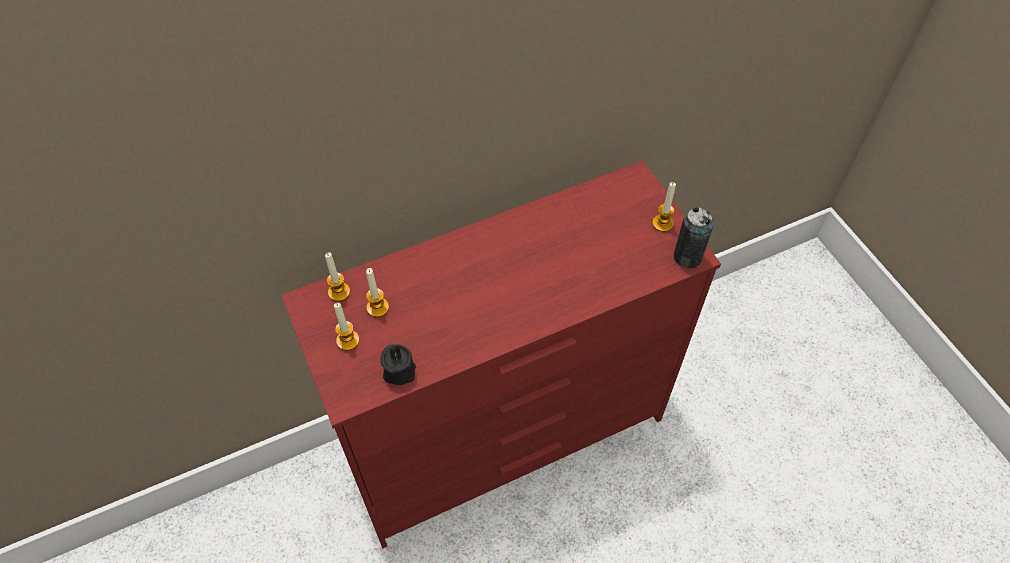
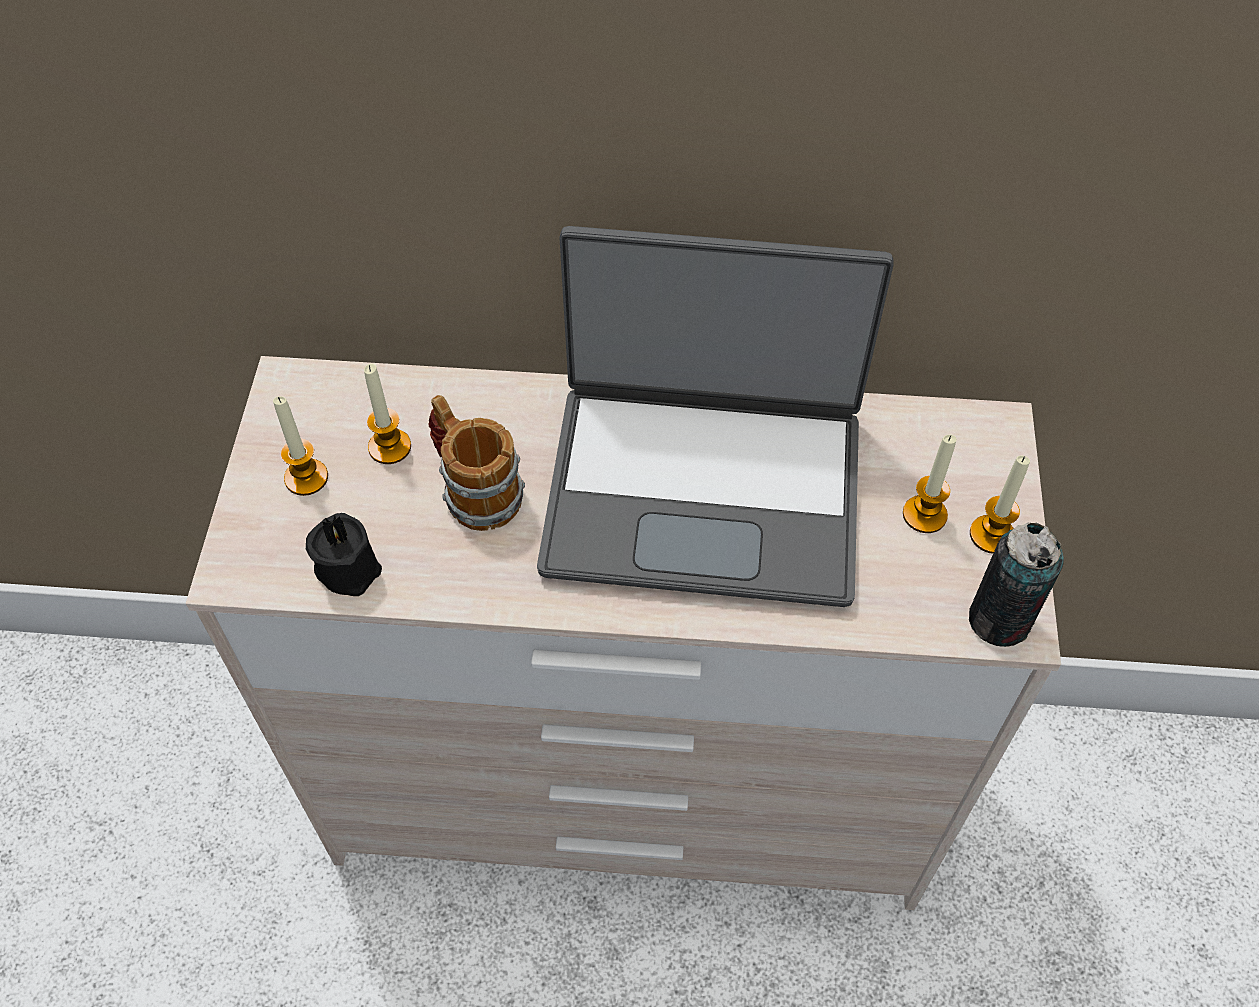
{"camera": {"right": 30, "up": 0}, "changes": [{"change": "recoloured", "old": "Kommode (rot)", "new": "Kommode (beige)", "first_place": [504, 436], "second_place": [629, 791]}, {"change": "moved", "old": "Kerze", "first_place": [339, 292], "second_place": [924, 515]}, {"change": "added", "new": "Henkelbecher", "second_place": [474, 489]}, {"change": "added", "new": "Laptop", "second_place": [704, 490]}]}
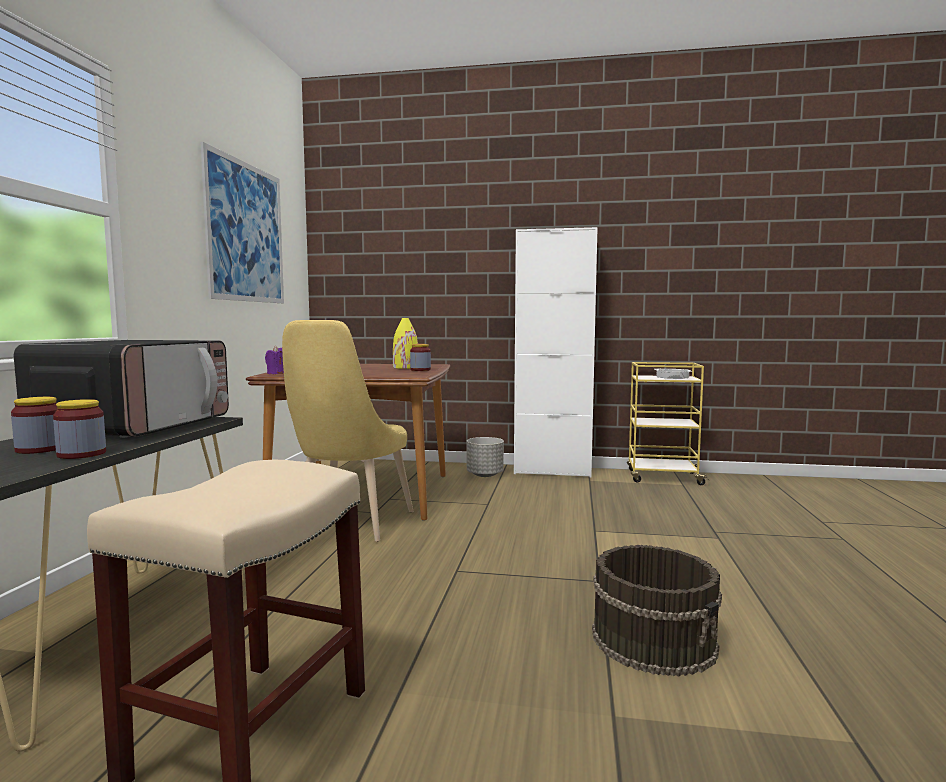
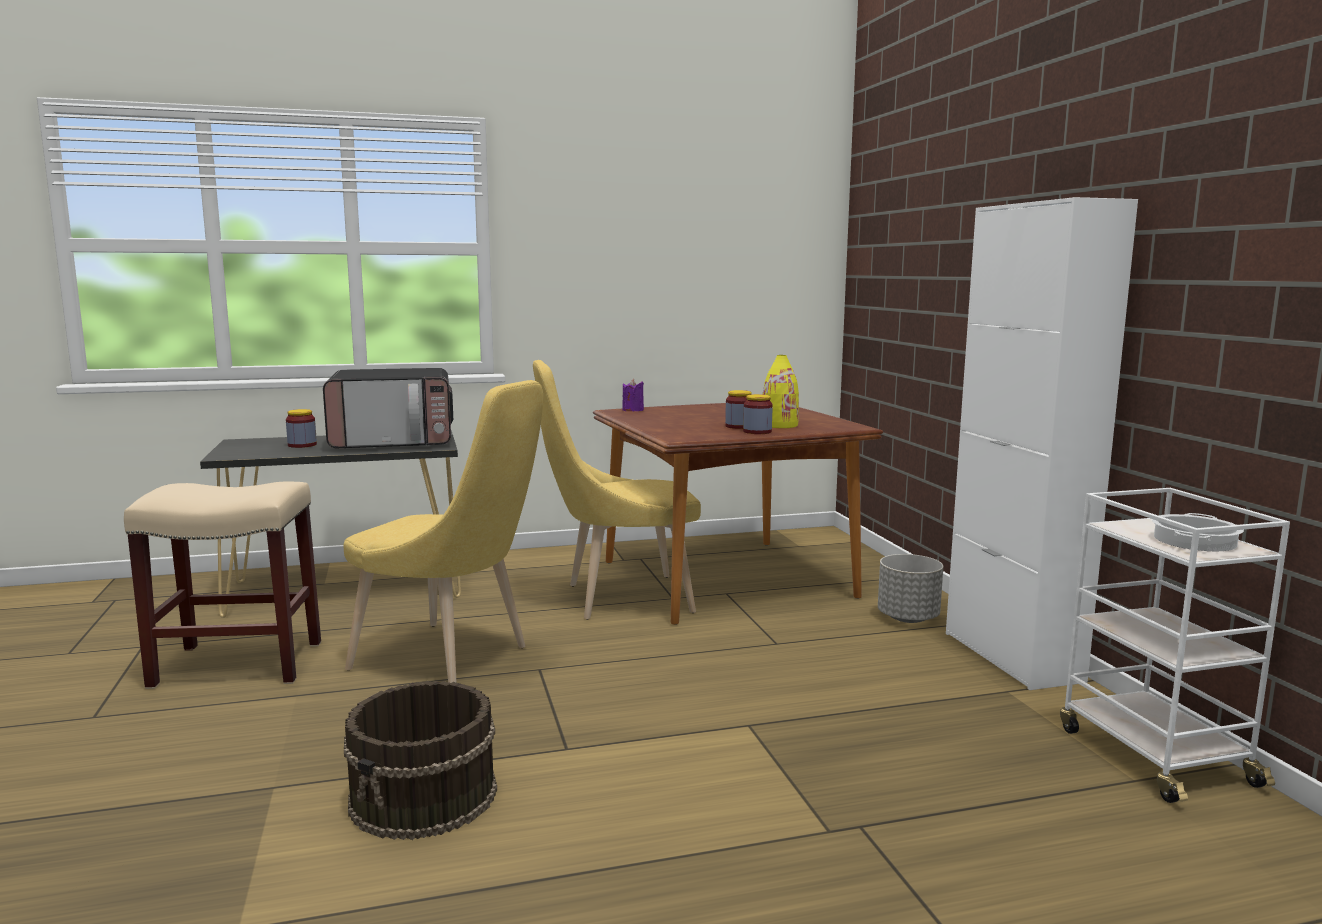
{"camera": {"right": 65, "up": 5}, "changes": [{"change": "moved", "old": "Vorratsglas", "first_place": [81, 454], "second_place": [739, 426]}, {"change": "removed", "old": "Bild", "first_place": [246, 232]}, {"change": "recoloured", "old": "Rollwagen (gelb)", "new": "Rollwagen (weiß)", "first_place": [662, 477], "second_place": [1153, 755]}, {"change": "added", "new": "Stuhl (gelb)", "second_place": [450, 660]}]}
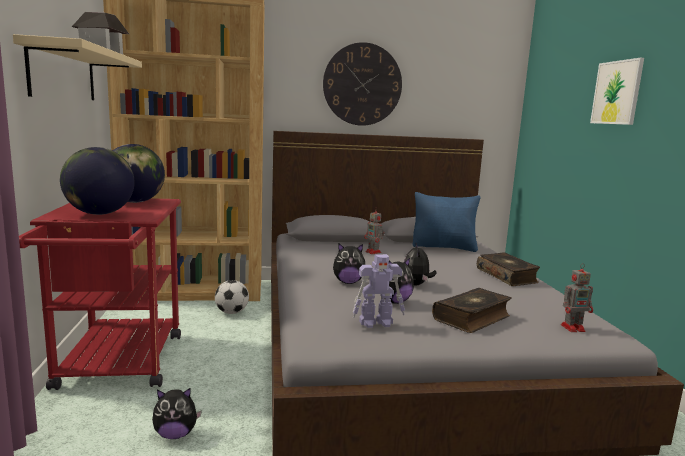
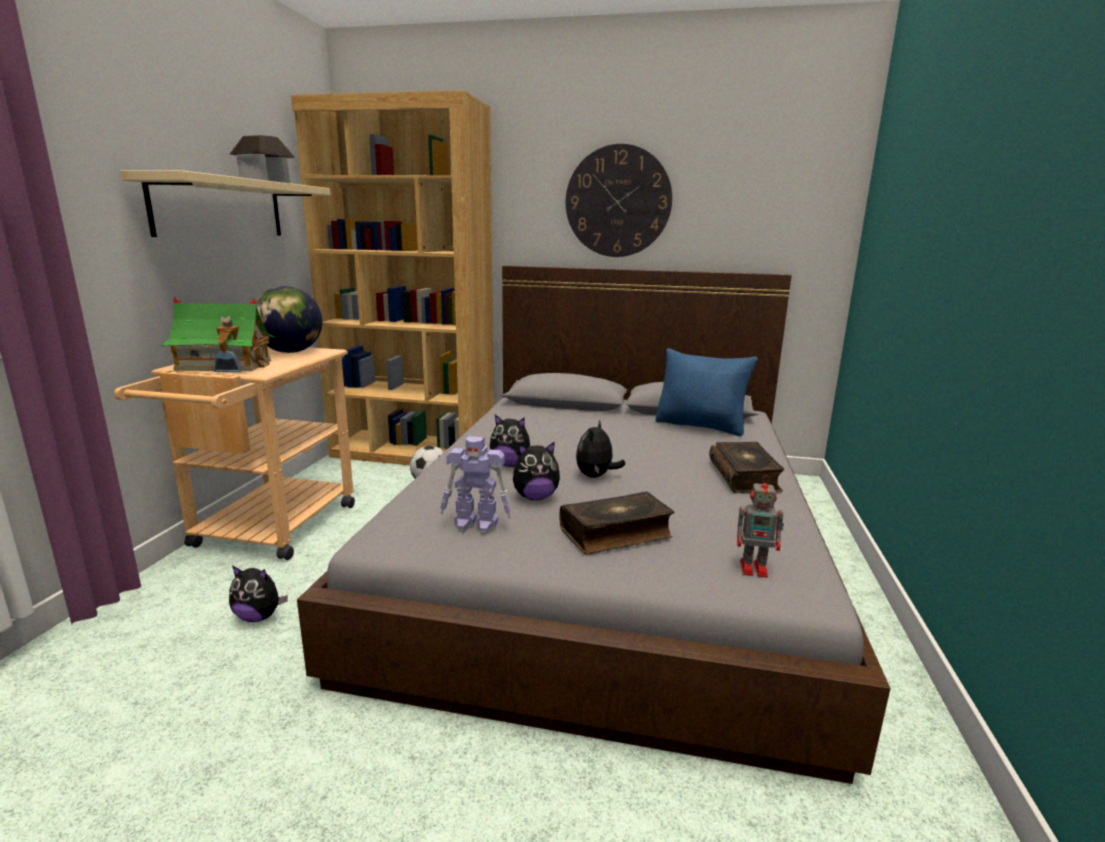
{"camera": {"right": 20, "up": 5}, "changes": [{"change": "recoloured", "old": "Rollwagen (rot)", "new": "Rollwagen (beige)", "first_place": [118, 367], "second_place": [268, 531]}, {"change": "replaced", "old": "Globus", "new": "Spielzeughaus", "first_place": [99, 213], "second_place": [225, 365]}, {"change": "removed", "old": "Spielzeugroboter", "first_place": [373, 252]}, {"change": "removed", "old": "Bild", "first_place": [617, 92]}]}
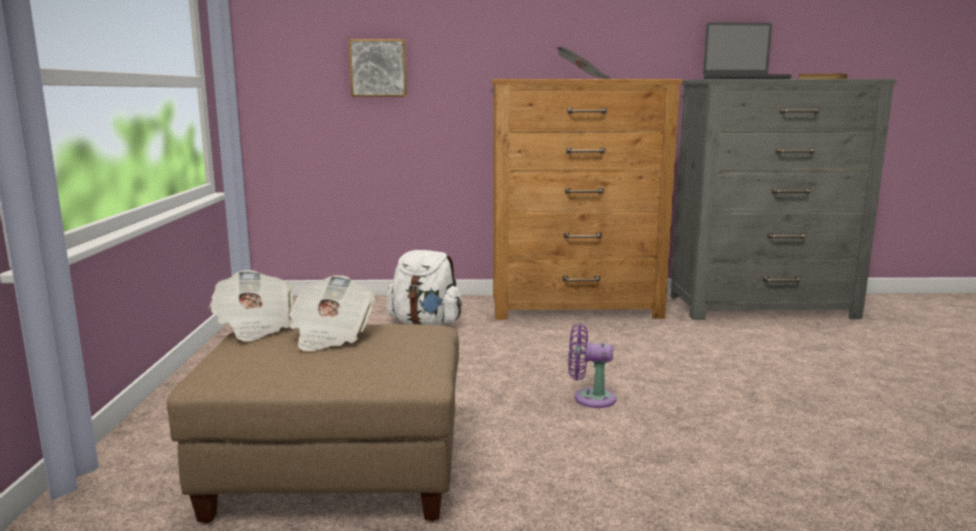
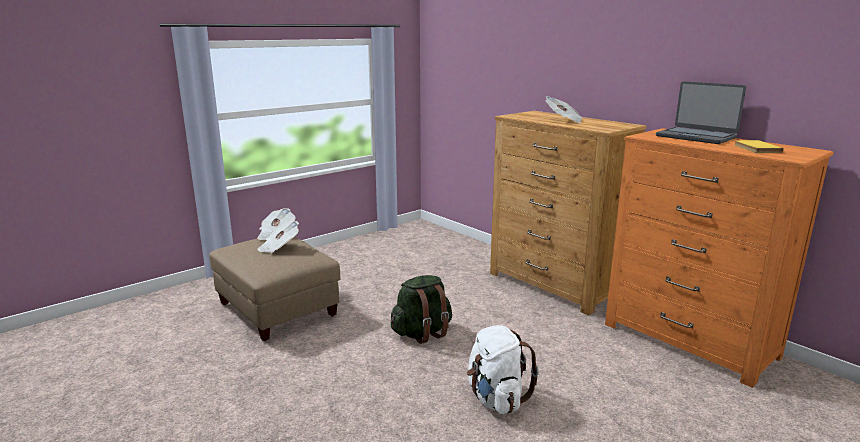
{"camera": {"right": 50, "up": 5}, "changes": [{"change": "removed", "old": "Bild", "first_place": [378, 68]}, {"change": "moved", "old": "Rucksack (weiß)", "first_place": [426, 324], "second_place": [496, 398]}, {"change": "replaced", "old": "Ventilator (lila)", "new": "Rucksack (grün)", "first_place": [589, 398], "second_place": [422, 333]}, {"change": "recoloured", "old": "Kommode (grau)", "new": "Kommode (orange)", "first_place": [762, 307], "second_place": [689, 341]}]}
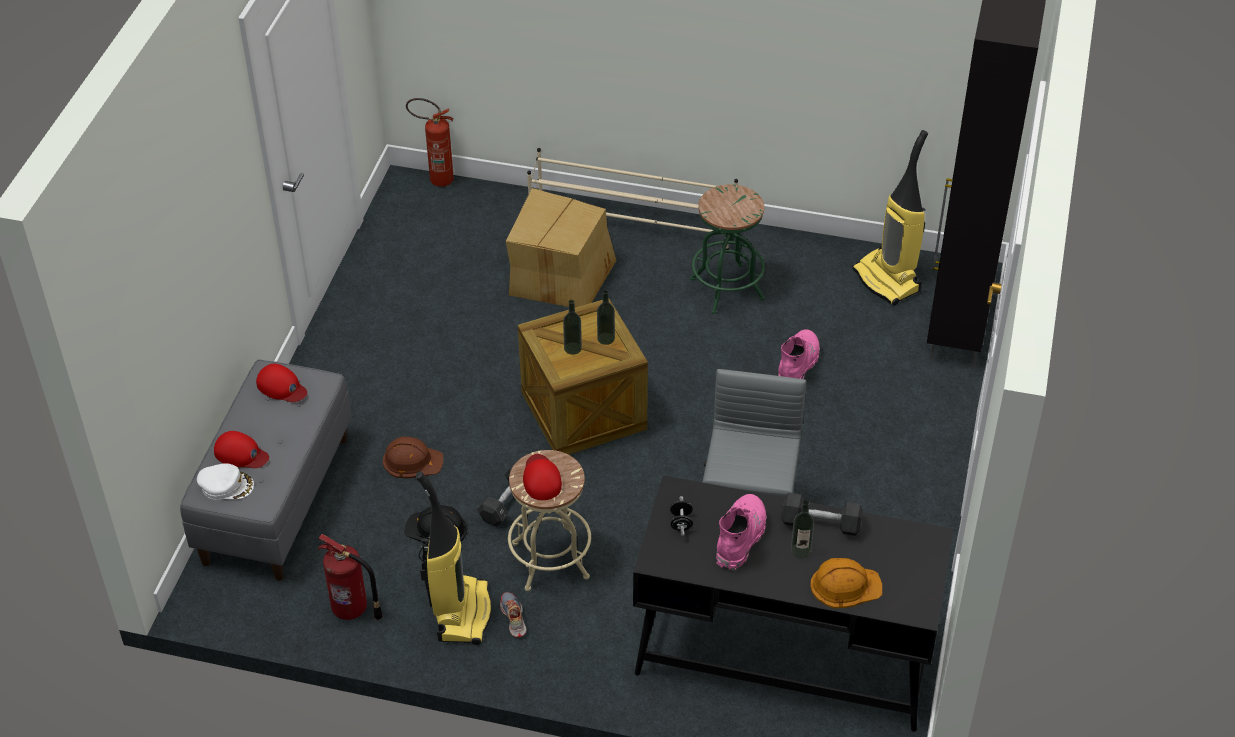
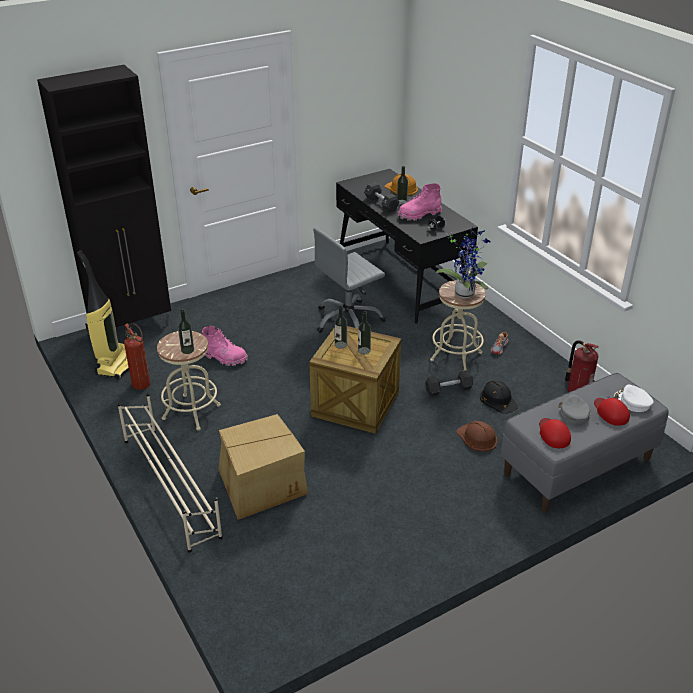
{"camera": {"right": -135, "up": -10}, "changes": [{"change": "moved", "old": "Feuerlöscher", "first_place": [435, 179], "second_place": [143, 387]}, {"change": "removed", "old": "Staubsauger", "first_place": [461, 612]}, {"change": "replaced", "old": "Kappe (rot)", "new": "Topfpflanze", "first_place": [541, 478], "second_place": [465, 292]}, {"change": "recoloured", "old": "Hocker (grün)", "new": "Hocker (beige)", "first_place": [727, 289], "second_place": [191, 412]}, {"change": "turned", "old": "Stiefel (rosa)", "first_place": [798, 365], "second_place": [224, 358], "degrees": -135}, {"change": "added", "new": "Flasche", "second_place": [187, 350]}, {"change": "added", "new": "Kappe (grau)", "second_place": [573, 413]}]}
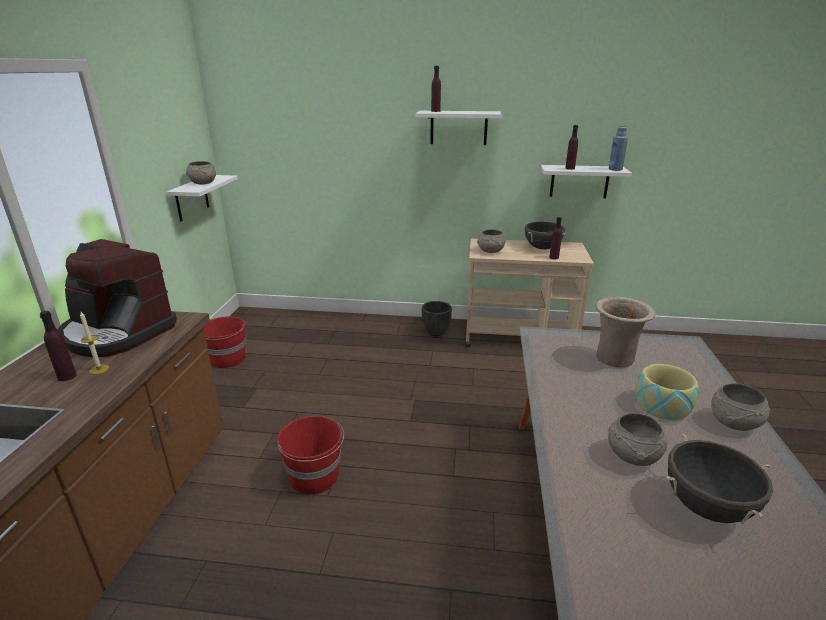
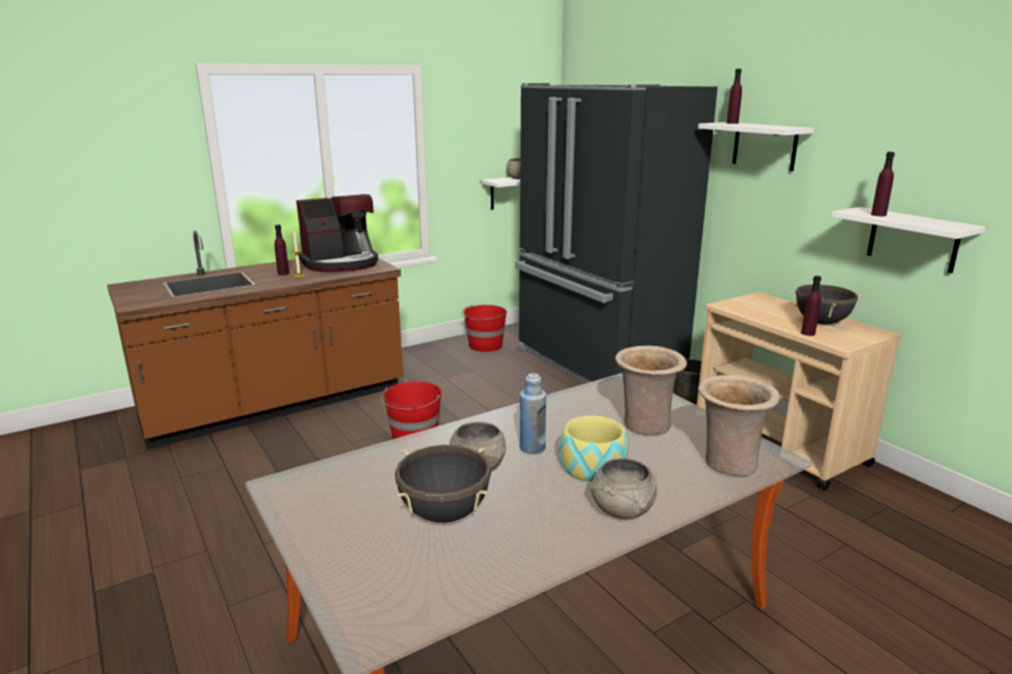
{"camera": {"right": 50, "up": -5}, "changes": [{"change": "turned", "old": "Kaffeemaschine", "first_place": [117, 333], "second_place": [341, 263], "degrees": -105}, {"change": "removed", "old": "Schüssel (grau)", "first_place": [491, 251]}, {"change": "moved", "old": "Flasche (blau)", "first_place": [615, 169], "second_place": [532, 448]}, {"change": "added", "new": "Kühlschrank (schwarz)", "second_place": [595, 363]}, {"change": "added", "new": "Vase (beige)", "second_place": [728, 464]}]}
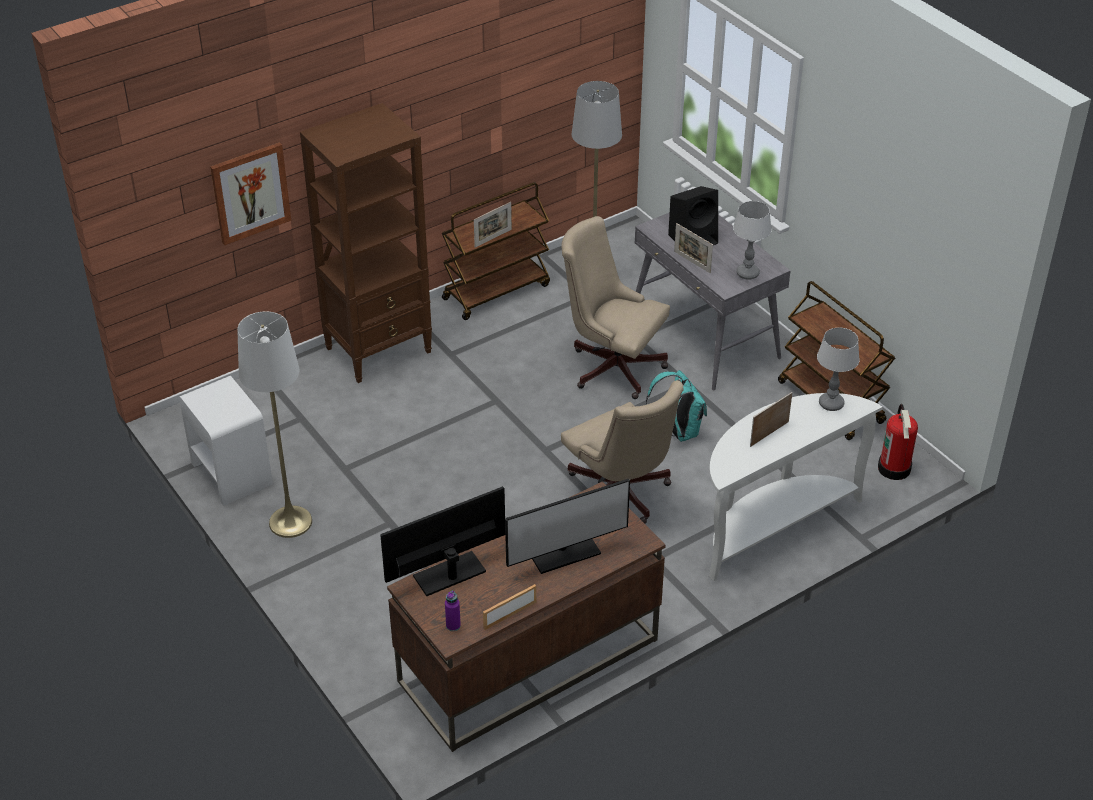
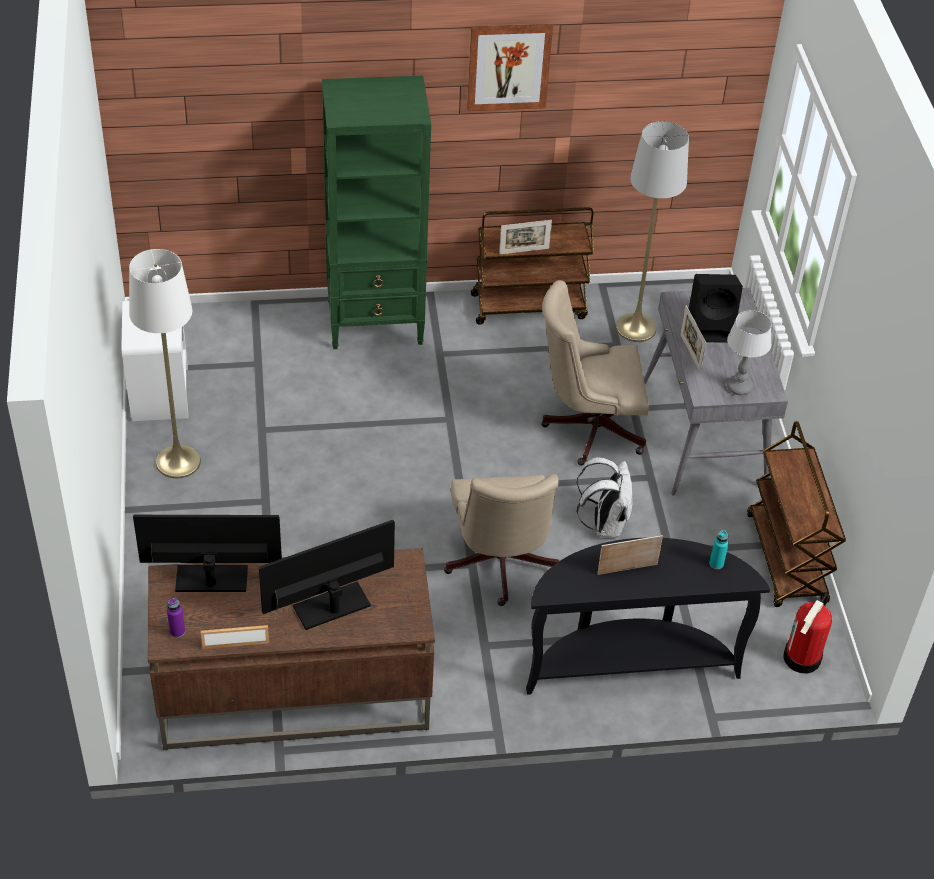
{"camera": {"right": 25, "up": 5}, "changes": [{"change": "moved", "old": "Bild", "first_place": [250, 193], "second_place": [508, 66]}, {"change": "recoloured", "old": "Bücherregal (braun)", "new": "Bücherregal (grün)", "first_place": [379, 350], "second_place": [376, 323]}, {"change": "turned", "old": "Monitor", "first_place": [564, 553], "second_place": [331, 606], "degrees": 150}, {"change": "turned", "old": "Bürostuhl (beige)", "first_place": [611, 365], "second_place": [588, 427], "degrees": -60}, {"change": "recoloured", "old": "Rucksack (türkis)", "new": "Rucksack (weiß)", "first_place": [678, 431], "second_place": [604, 524]}, {"change": "recoloured", "old": "Konsolentisch (weiß)", "new": "Konsolentisch (schwarz)", "first_place": [772, 525], "second_place": [629, 662]}, {"change": "replaced", "old": "Tischlampe", "new": "Flasche (türkis)", "first_place": [830, 404], "second_place": [716, 563]}]}
